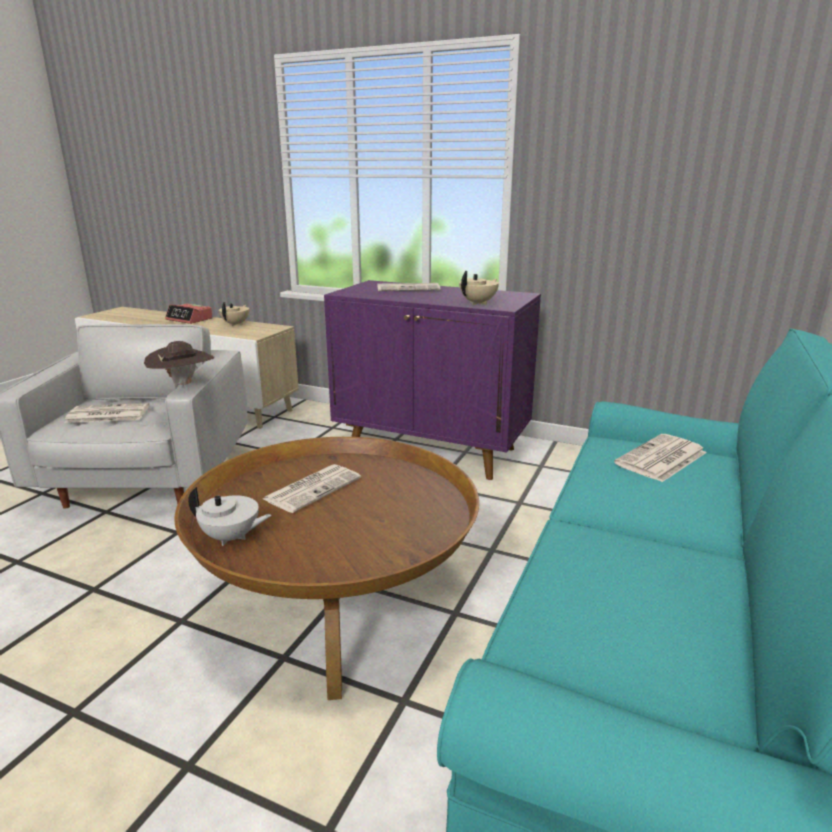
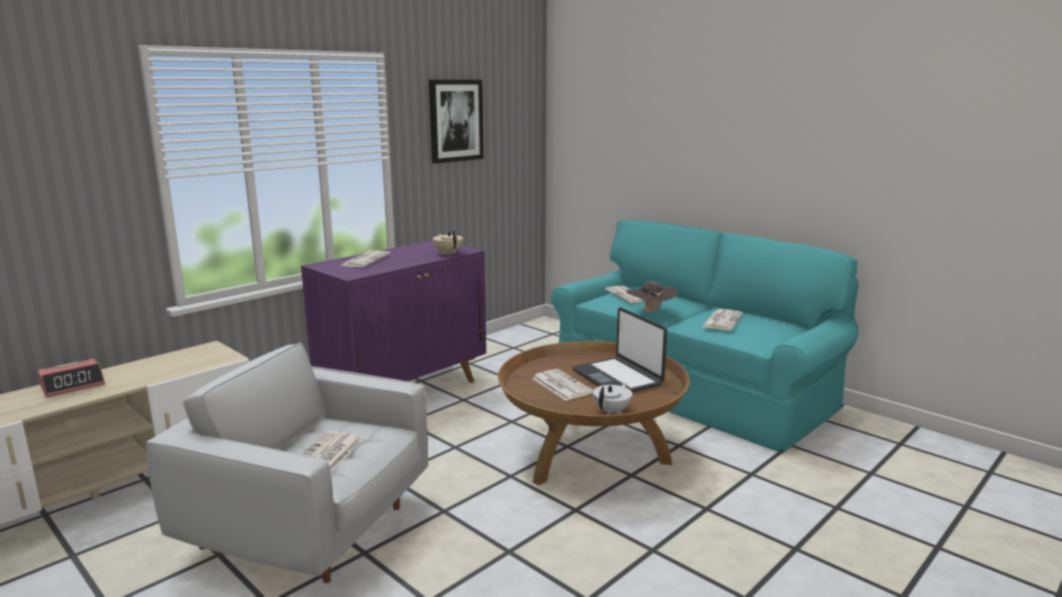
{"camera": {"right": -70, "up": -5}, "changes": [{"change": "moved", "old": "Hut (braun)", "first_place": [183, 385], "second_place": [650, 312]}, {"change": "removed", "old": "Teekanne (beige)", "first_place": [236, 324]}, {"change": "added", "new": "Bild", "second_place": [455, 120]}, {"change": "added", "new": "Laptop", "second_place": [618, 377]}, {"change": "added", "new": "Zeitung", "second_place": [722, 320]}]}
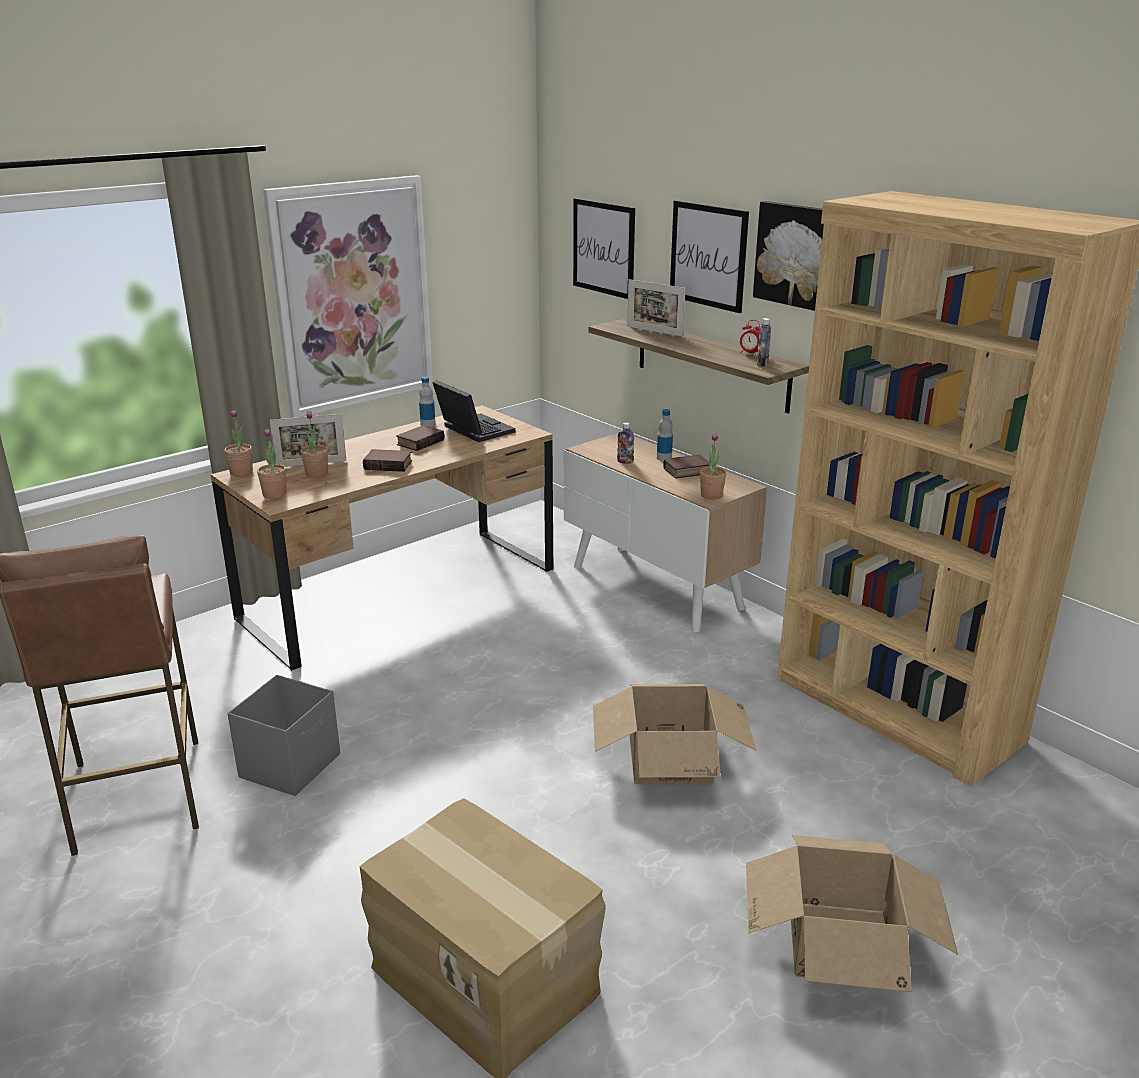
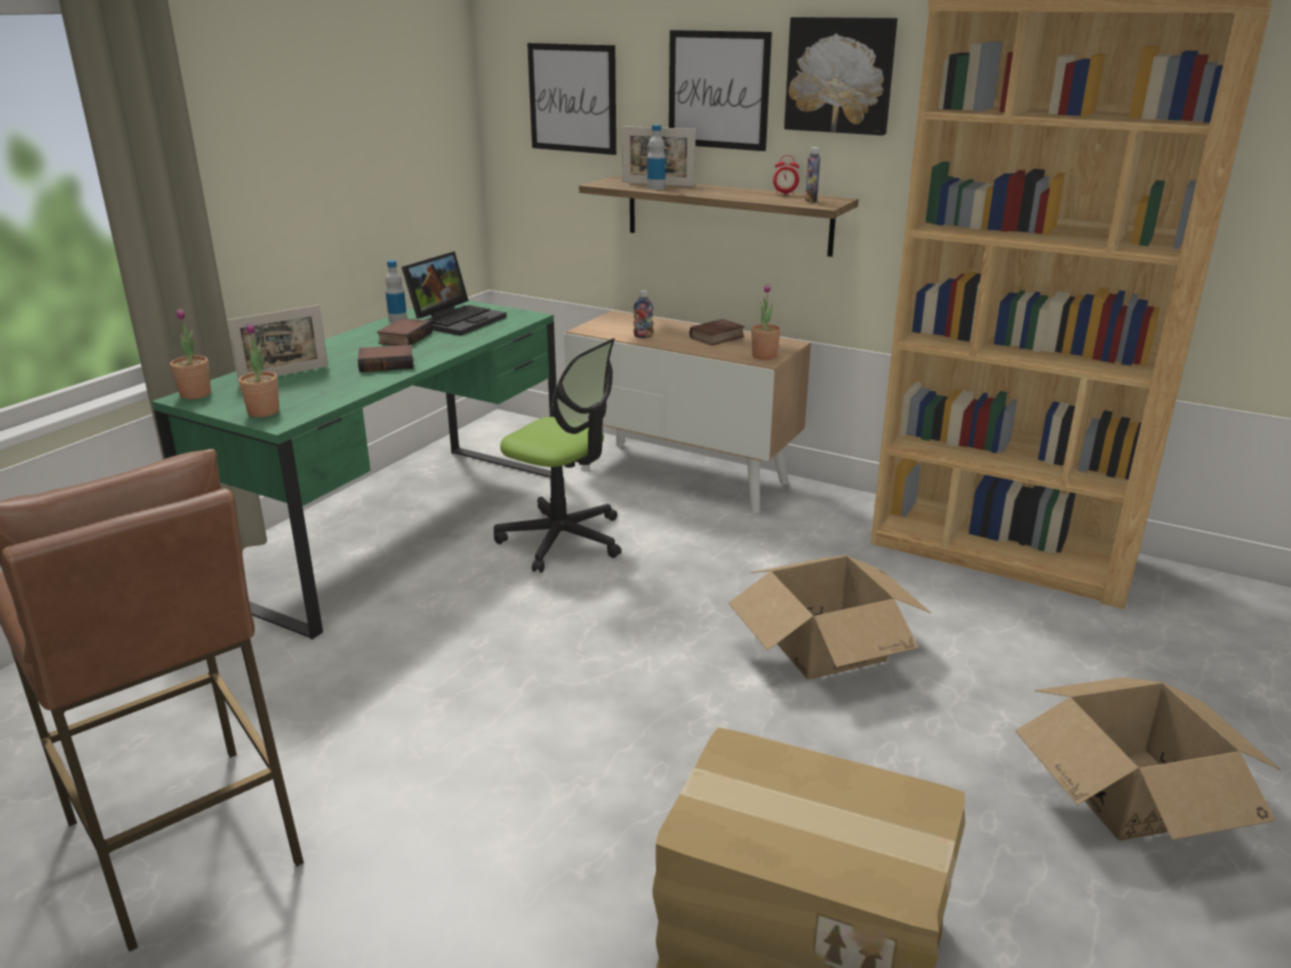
{"camera": {"right": -20, "up": 0}, "changes": [{"change": "recoloured", "old": "Schreibtisch (braun)", "new": "Schreibtisch (grün)", "first_place": [401, 593], "second_place": [398, 528]}, {"change": "removed", "old": "Aufbewahrungsbox (grau)", "first_place": [291, 765]}, {"change": "removed", "old": "Bild", "first_place": [353, 295]}, {"change": "removed", "old": "Topfpflanze", "first_place": [316, 474]}, {"change": "turned", "old": "Laptop", "first_place": [472, 430], "second_place": [457, 320], "degrees": 90}, {"change": "moved", "old": "Flasche", "first_place": [664, 458], "second_place": [656, 187]}, {"change": "added", "new": "Bürostuhl", "second_place": [562, 539]}]}
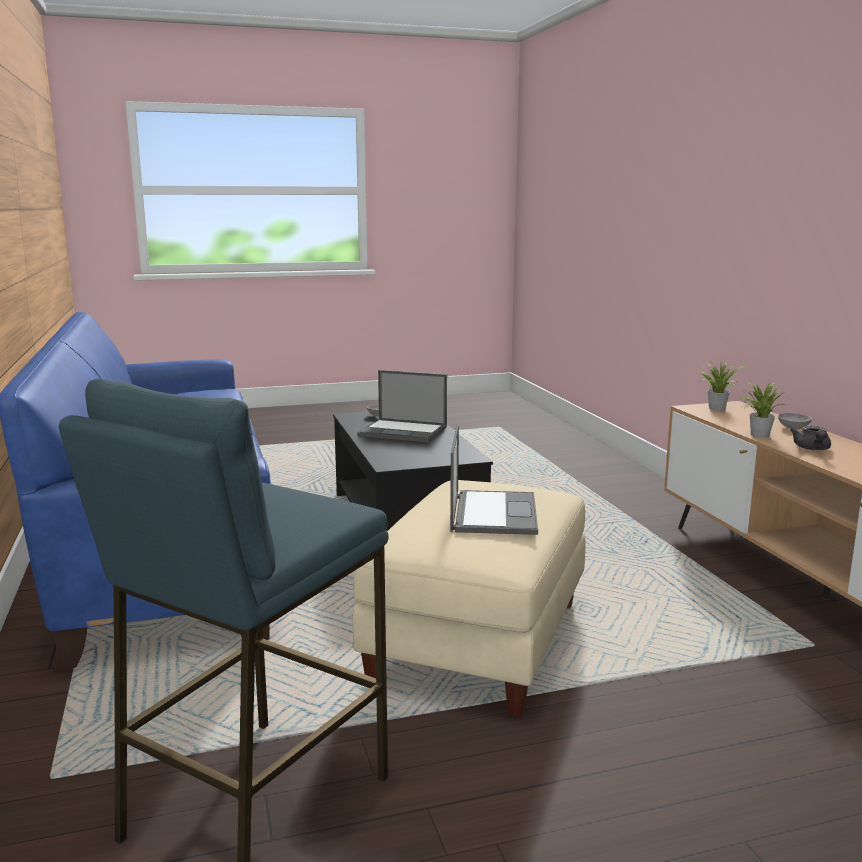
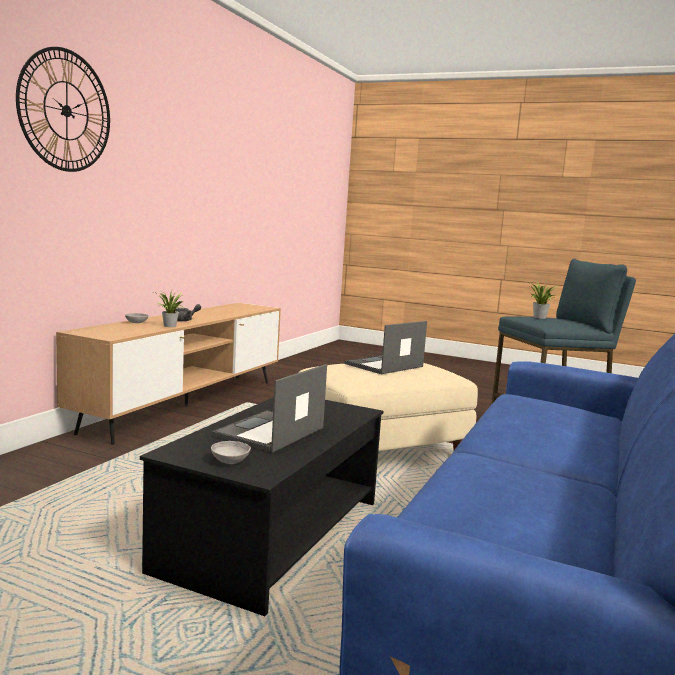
{"camera": {"right": -140, "up": -5}, "changes": [{"change": "turned", "old": "Laptop", "first_place": [404, 431], "second_place": [269, 432], "degrees": -120}, {"change": "moved", "old": "Topfpflanze", "first_place": [716, 408], "second_place": [539, 317]}, {"change": "added", "new": "Wanduhr", "second_place": [66, 111]}]}
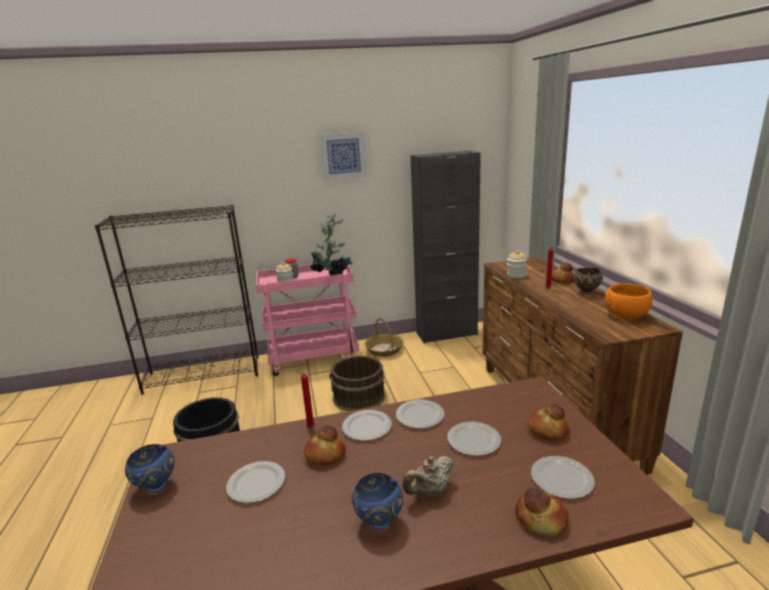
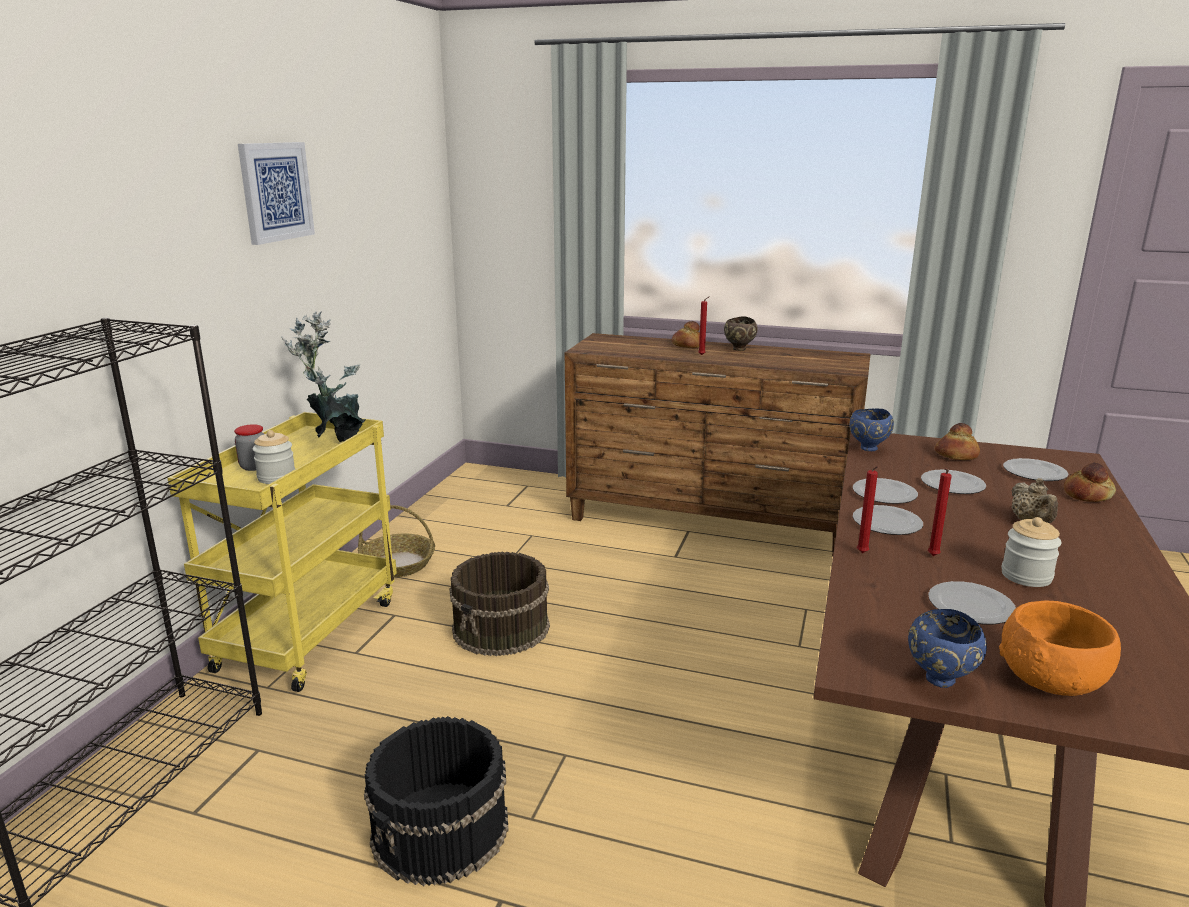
{"camera": {"right": -60, "up": 0}, "changes": [{"change": "recoloured", "old": "Rollwagen (rosa)", "new": "Rollwagen (gelb)", "first_place": [314, 358], "second_place": [308, 632]}, {"change": "replaced", "old": "Brot", "new": "Kerze (rot)", "first_place": [325, 455], "second_place": [932, 556]}, {"change": "moved", "old": "Schüssel (blau)", "first_place": [378, 522], "second_place": [868, 449]}, {"change": "removed", "old": "Schrank (schwarz)", "first_place": [446, 334]}, {"change": "moved", "old": "Vorratsglas", "first_place": [516, 275], "second_place": [1026, 576]}, {"change": "moved", "old": "Schüssel (orange)", "first_place": [625, 315], "second_place": [1052, 681]}]}
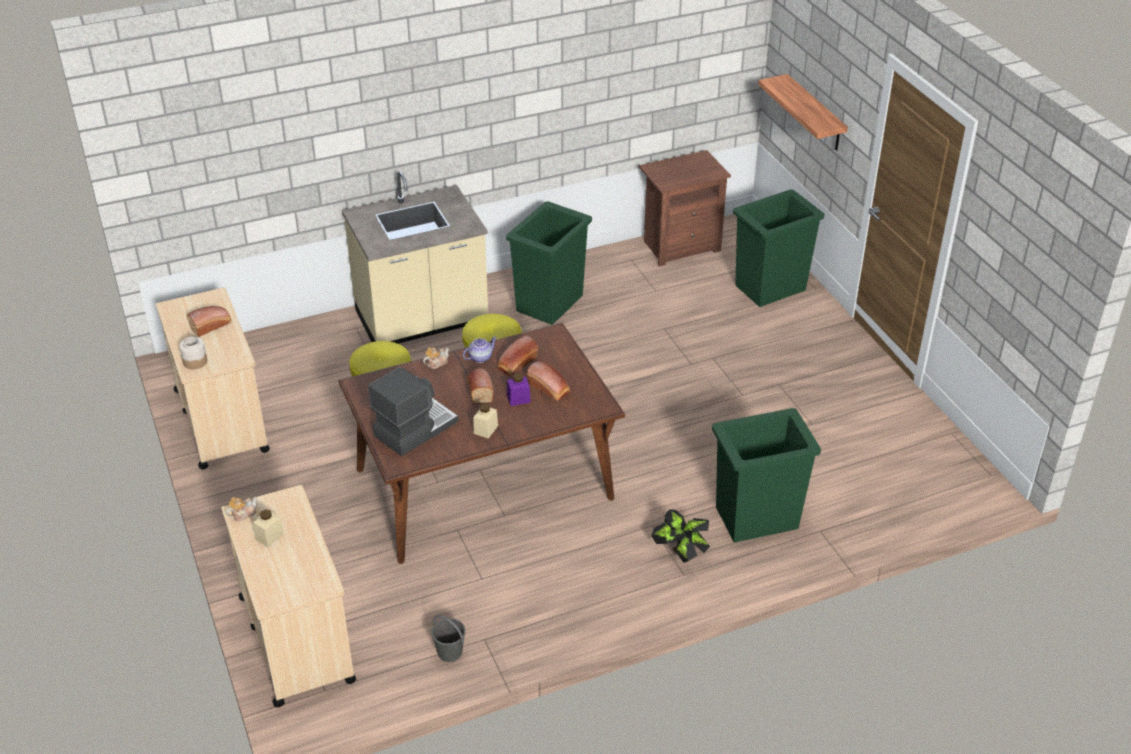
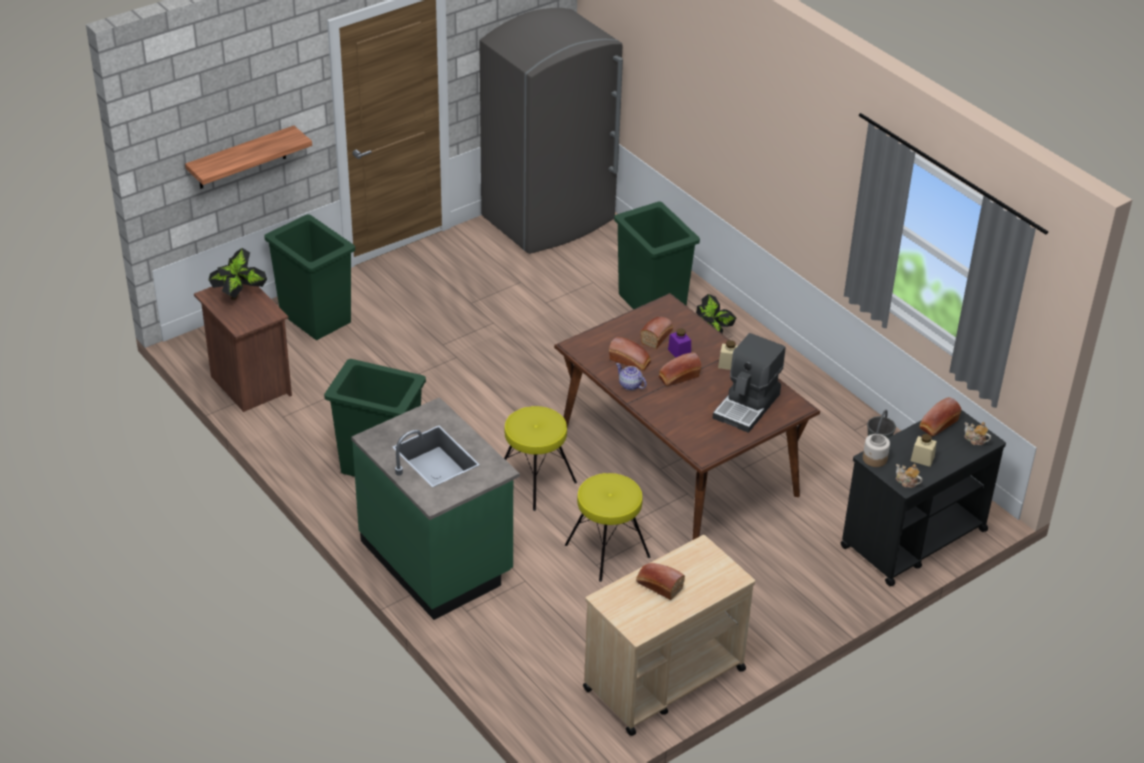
{"camera": {"right": -105, "up": 0}, "changes": [{"change": "moved", "old": "Vorratsglas", "first_place": [195, 362], "second_place": [874, 459]}, {"change": "recoloured", "old": "Rollwagen (beige)", "new": "Rollwagen (schwarz)", "first_place": [296, 638], "second_place": [912, 539]}, {"change": "recoloured", "old": "Küchenzeile (beige)", "new": "Küchenzeile (grün)", "first_place": [422, 320], "second_place": [438, 559]}, {"change": "turned", "old": "Kaffeemaschine", "first_place": [414, 428], "second_place": [747, 406], "degrees": -90}, {"change": "moved", "old": "Teekanne", "first_place": [436, 363], "second_place": [975, 440]}, {"change": "added", "new": "Topfpflanze", "second_place": [240, 296]}, {"change": "added", "new": "Kühlschrank (grau)", "second_place": [549, 219]}, {"change": "added", "new": "Brot", "second_place": [937, 425]}]}
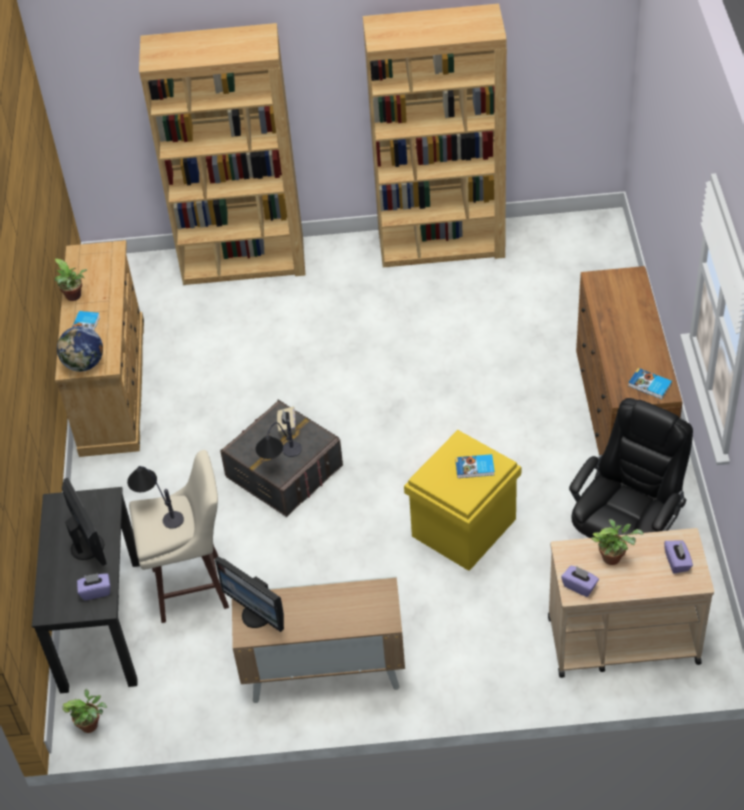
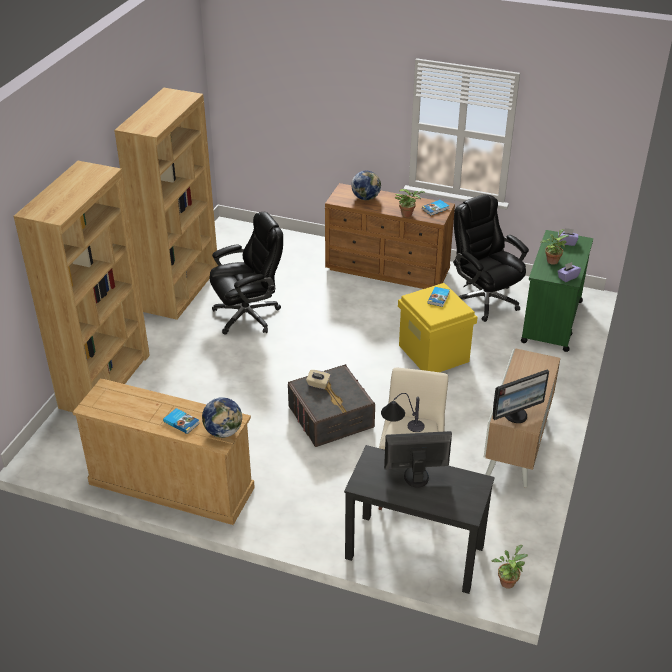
{"camera": {"right": -70, "up": -10}, "changes": [{"change": "moved", "old": "Topfpflanze", "first_place": [74, 297], "second_place": [408, 214]}, {"change": "removed", "old": "Taschentuchbox (lila)", "first_place": [96, 591]}, {"change": "removed", "old": "Tischlampe", "first_place": [280, 462]}, {"change": "recoloured", "old": "Rollwagen (beige)", "new": "Rollwagen (grün)", "first_place": [622, 639], "second_place": [551, 322]}, {"change": "added", "new": "Bürostuhl (schwarz)", "second_place": [248, 315]}, {"change": "added", "new": "Globus", "second_place": [366, 198]}]}
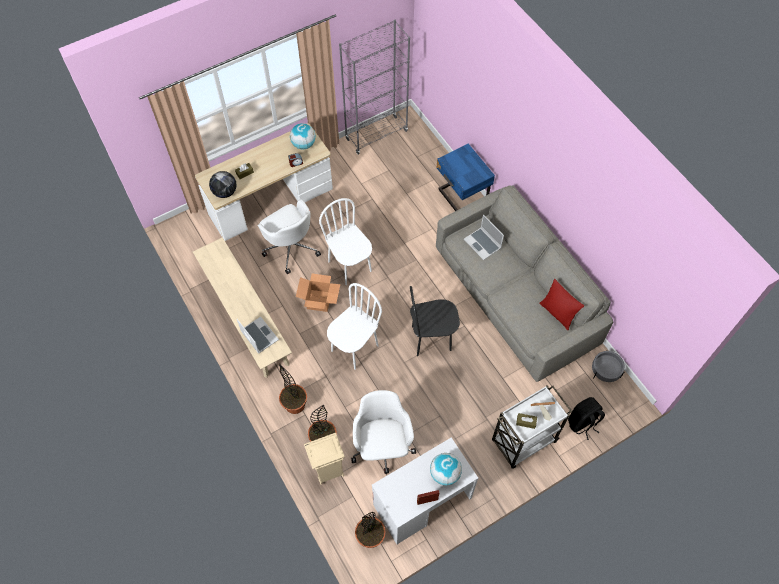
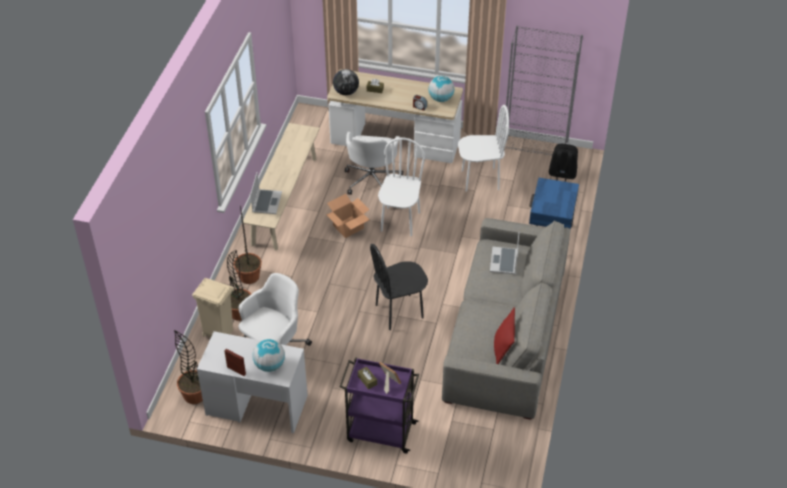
{"camera": {"right": 45, "up": -15}, "changes": [{"change": "moved", "old": "Stuhl (weiß)", "first_place": [354, 348], "second_place": [480, 179]}, {"change": "turned", "old": "Stuhl (schwarz)", "first_place": [431, 338], "second_place": [399, 311], "degrees": -60}, {"change": "recoloured", "old": "Rollwagen (weiß)", "new": "Rollwagen (lila)", "first_place": [523, 442], "second_place": [380, 432]}, {"change": "moved", "old": "Rucksack (schwarz)", "first_place": [582, 423], "second_place": [562, 175]}, {"change": "removed", "old": "Pflanzkübel (grau)", "first_place": [605, 371]}]}
